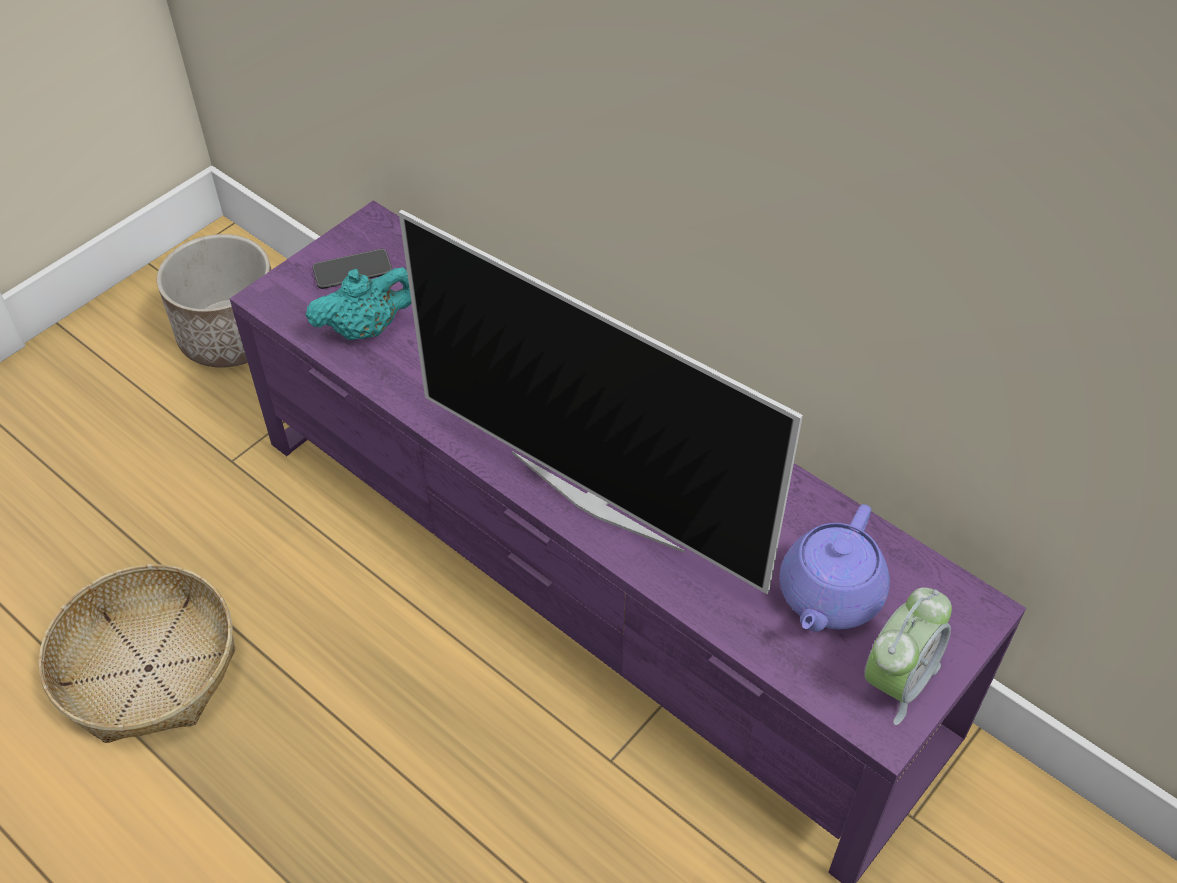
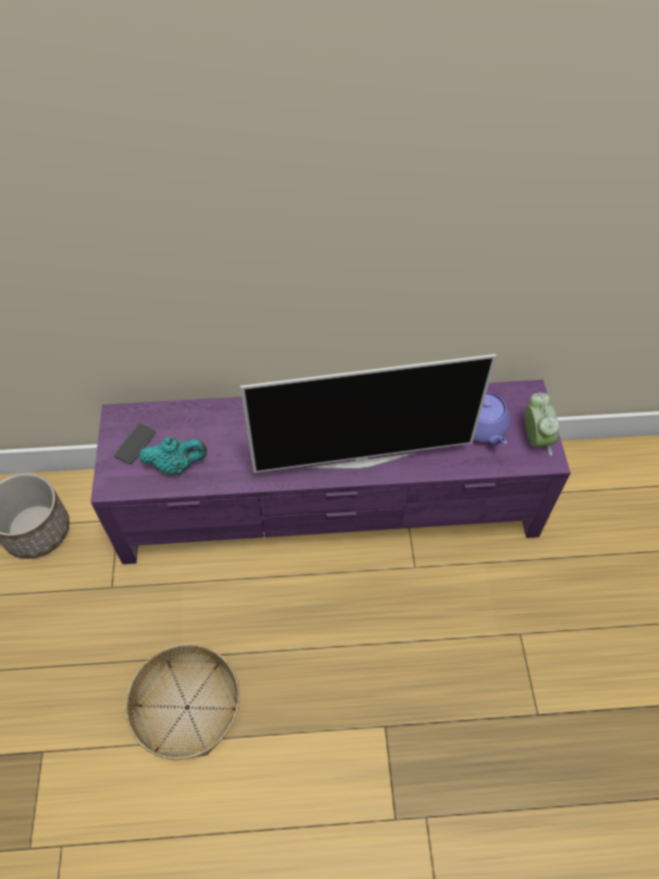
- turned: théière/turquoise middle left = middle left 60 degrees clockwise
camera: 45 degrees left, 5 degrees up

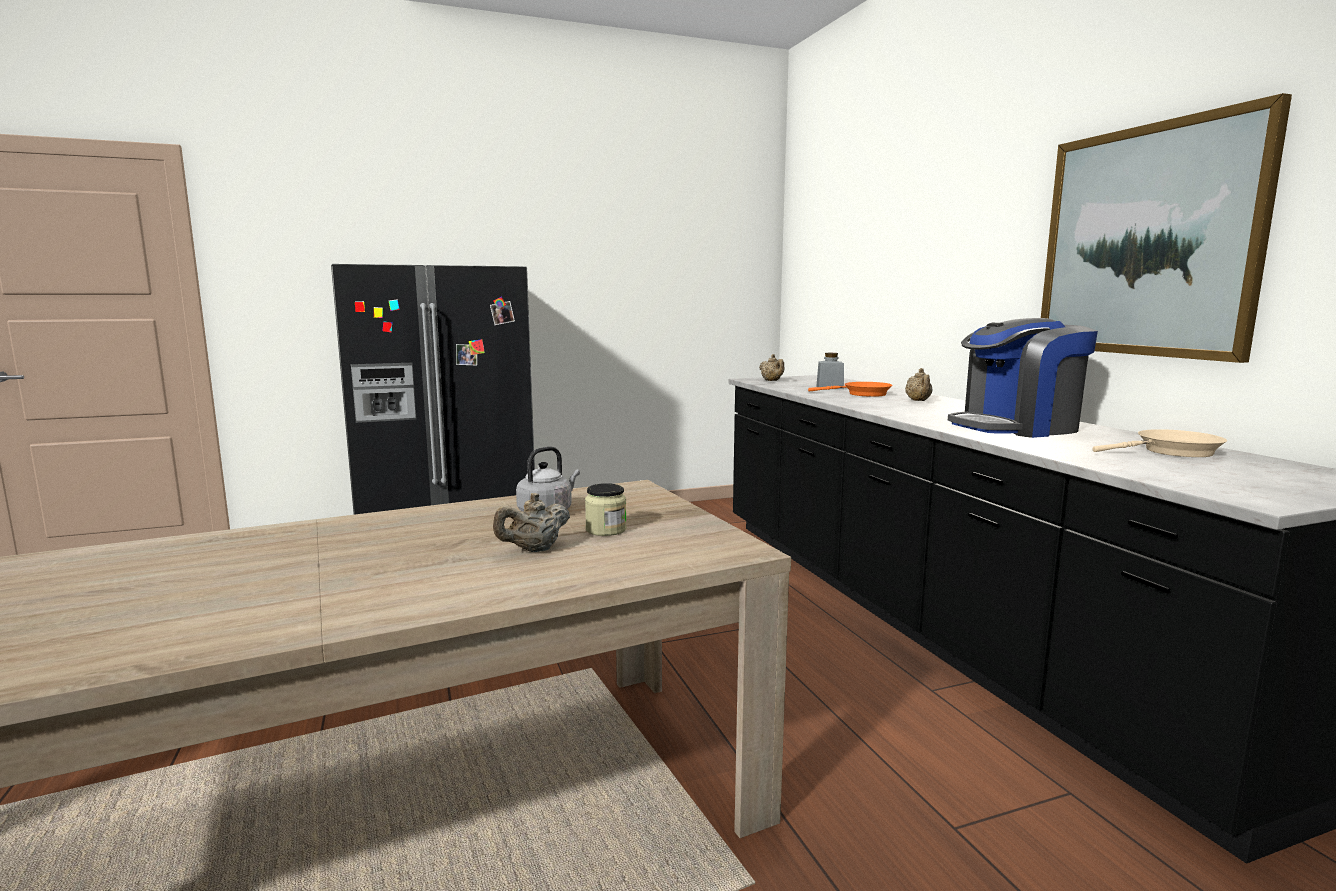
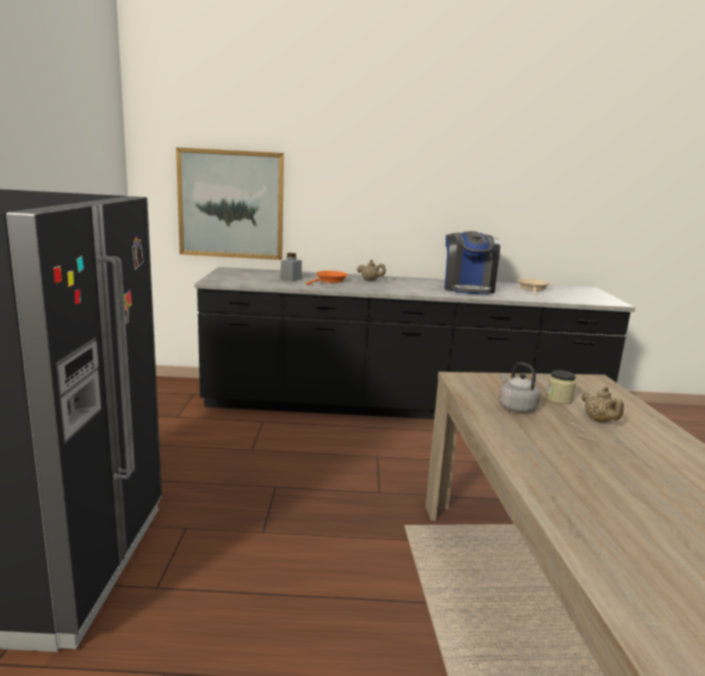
- removed: théière/beige (2nd from left) centre
- moved: tableau top right to top left
camera: 70 degrees left, 5 degrees up

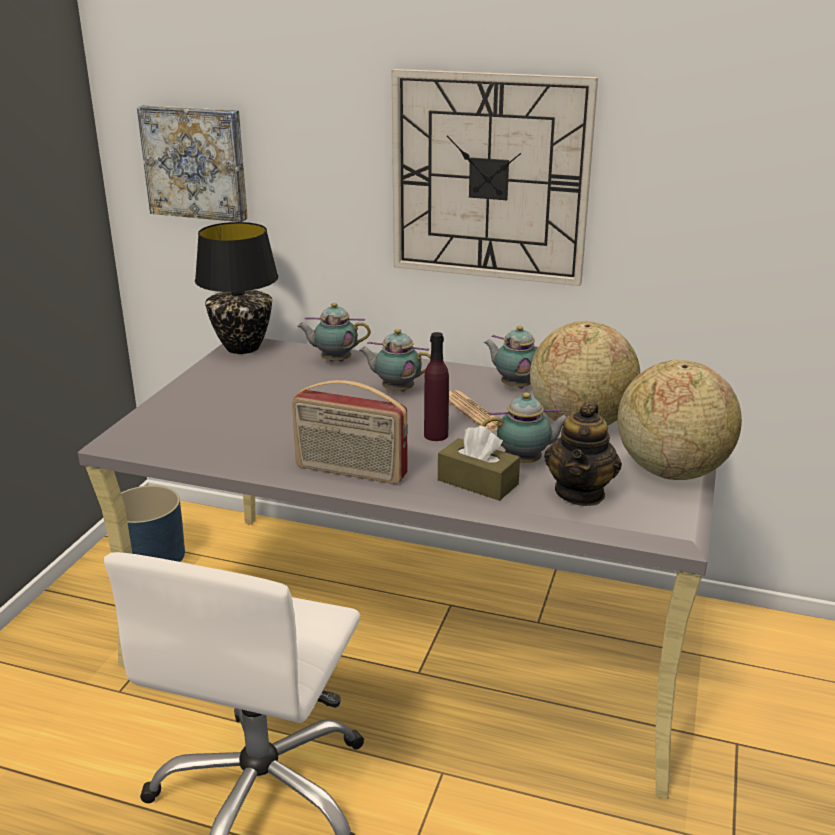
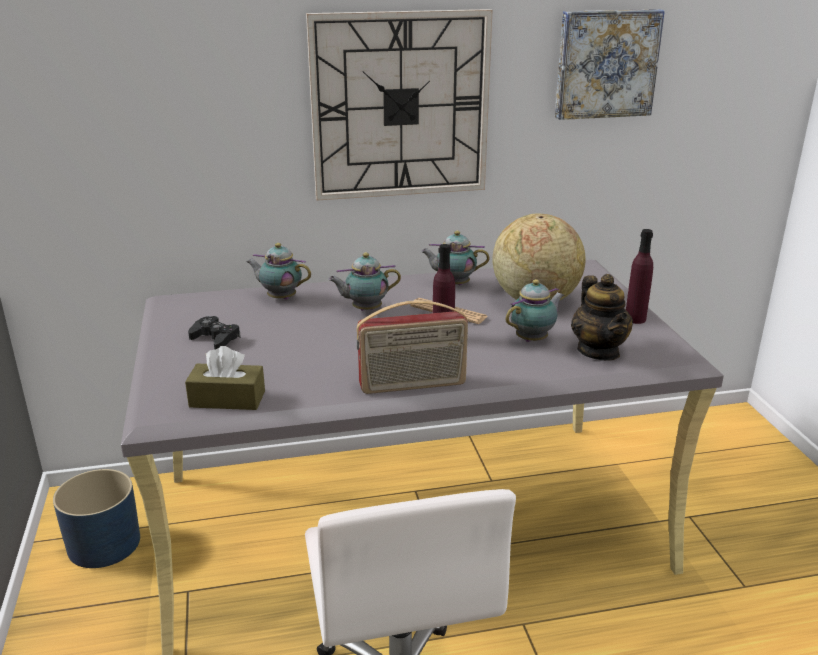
- moved: tableau top left to top right
- removed: lampe de table/noir middle left
- turned: théière (1st from left) centre = centre 45 degrees clockwise
- moved: boîte à mouchoirs/marron centre to middle left
- replaced: globe (2nd from left) middle right to bouteille/violet (2nd from left) middle right
- added: manette/noir middle left
camera: 30 degrees left, 0 degrees up

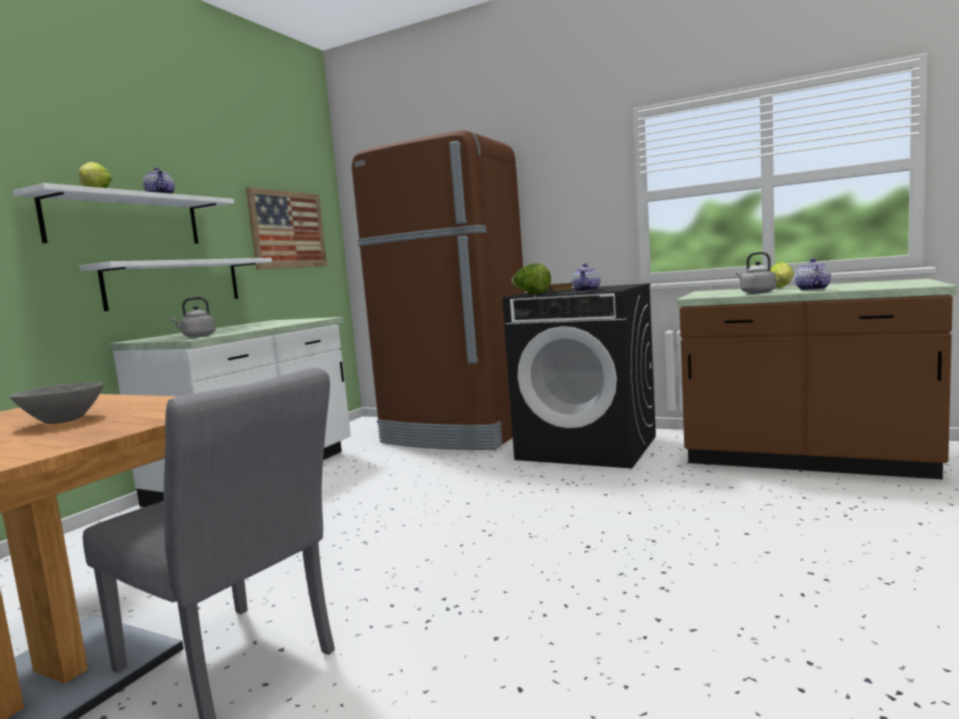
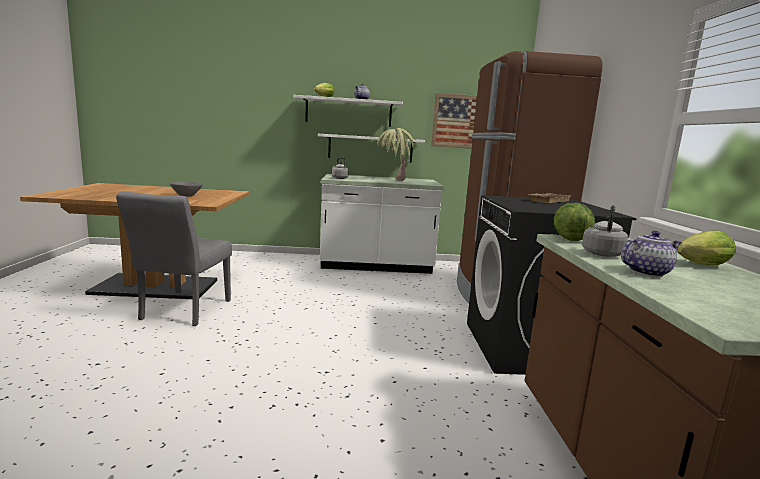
- moved: laitue (2nd from left) centre to middle right
- removed: théière (2nd from left) centre
- added: plante en pot top centre
camera: 60 degrees right, 5 degrees up

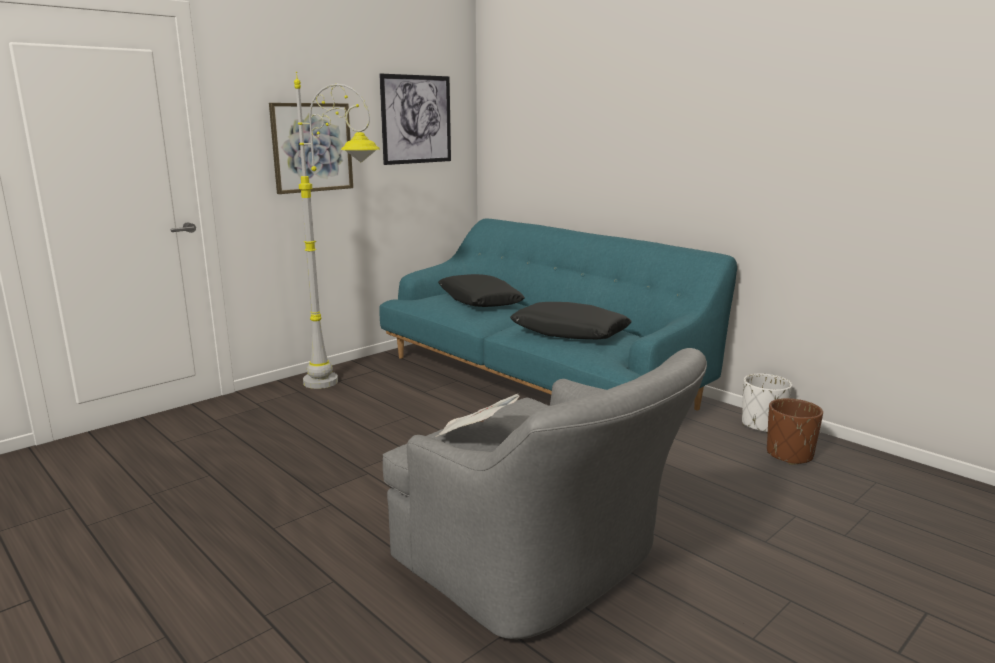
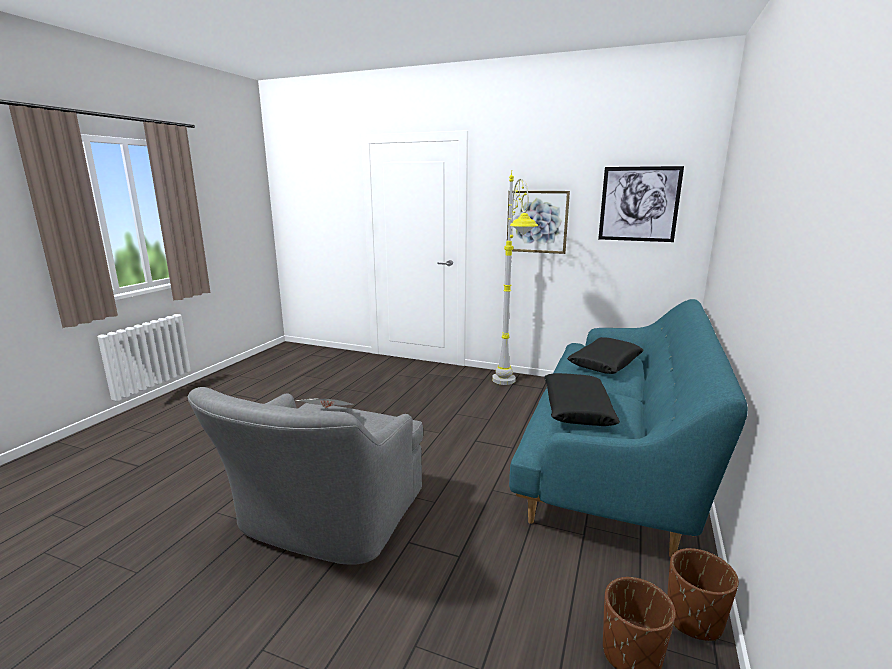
- recoloured: cache-pot/blanc middle right to cache-pot/marron (2nd from left) bottom right
camera: 65 degrees right, 0 degrees up

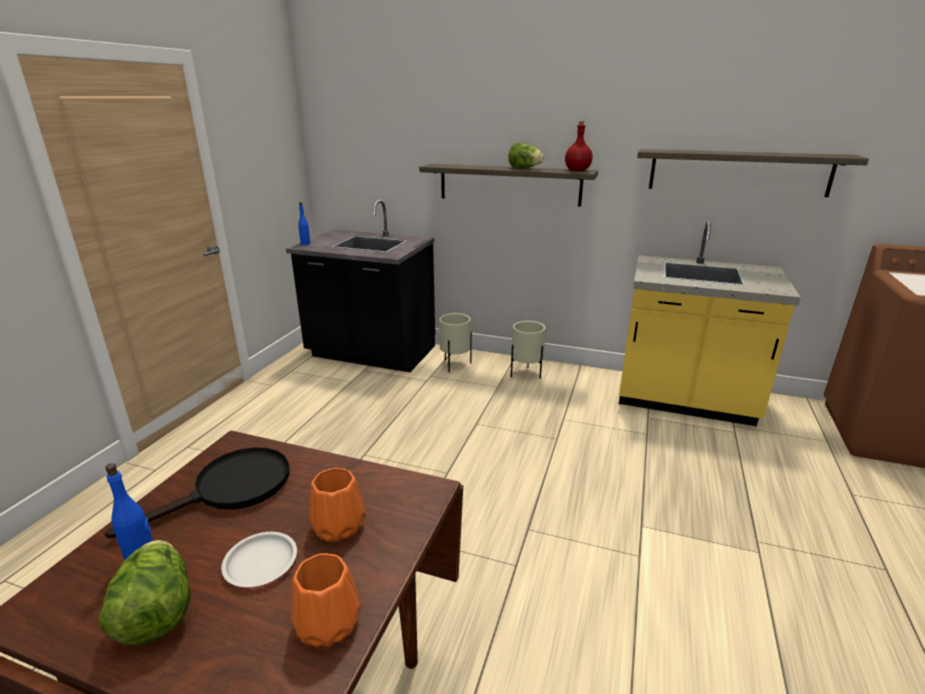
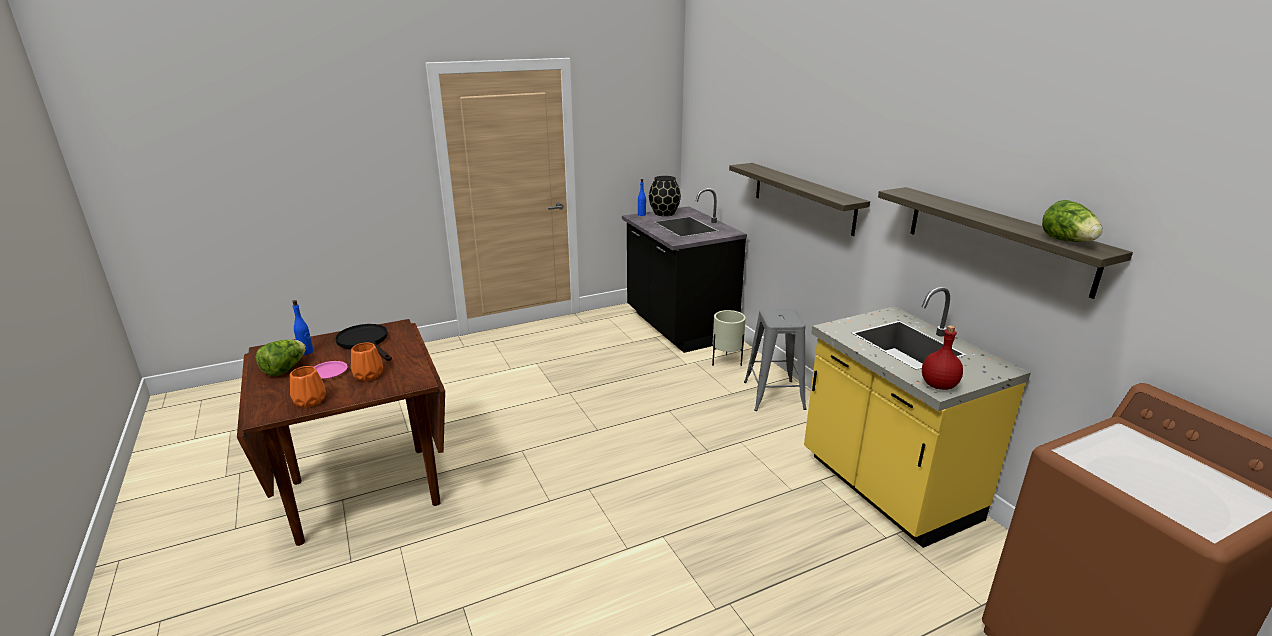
- turned: poêle/noir bottom left = middle left 135 degrees counterclockwise
- recoloured: assiette/blanc bottom left to assiette/rose middle left
- moved: laitue (2nd from left) top centre to middle right
- replaced: cache-pot/beige (2nd from left) centre to tabouret/gris centre
- moved: bouteille/rouge top centre to middle right
- added: vase/noir top centre
camera: 45 degrees right, 0 degrees up

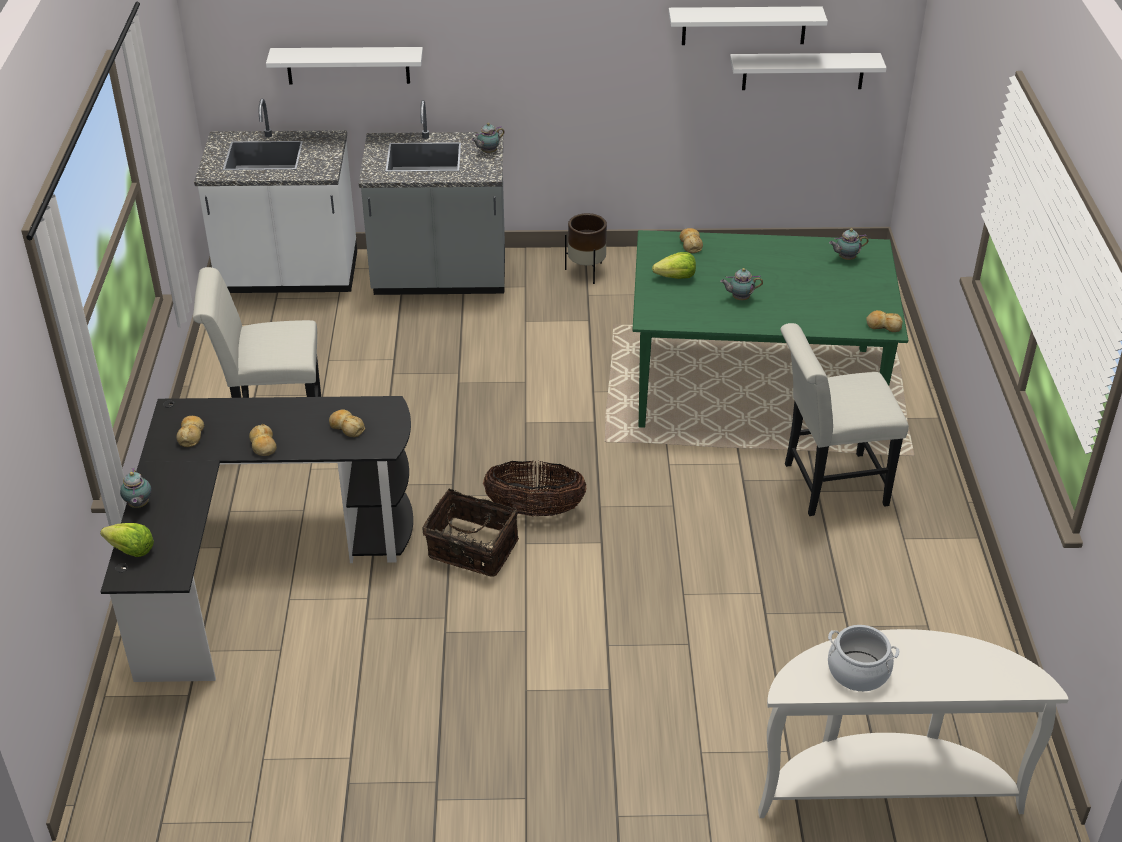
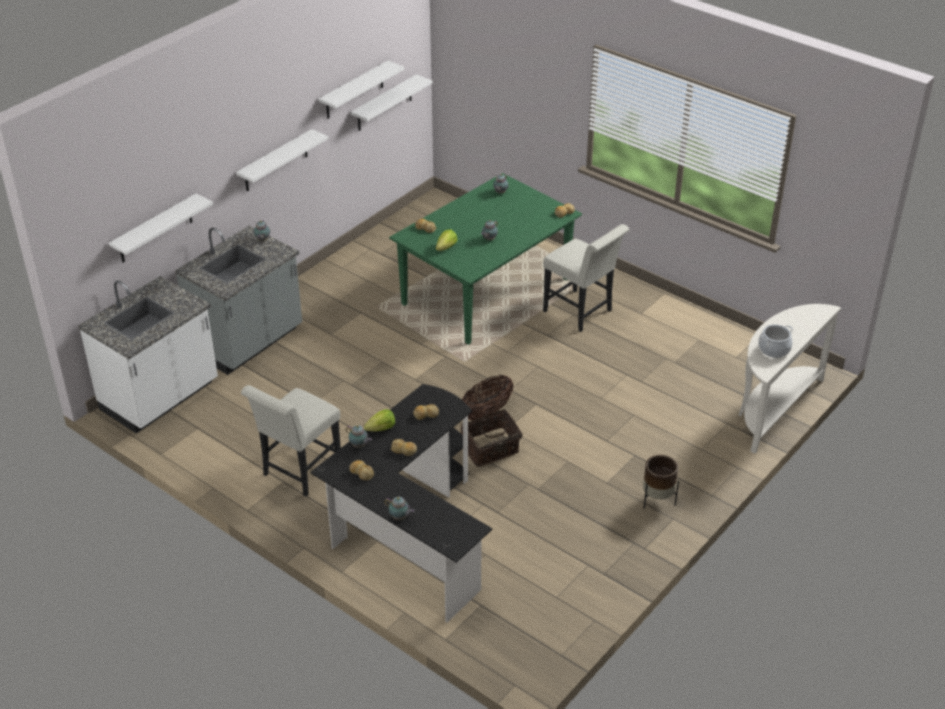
- moved: laitue (1st from left) middle left to centre
- moved: cache-pot/marron top centre to bottom right
- turned: chaise/blanc (2nd from left) middle right = centre 75 degrees counterclockwise
- added: étagère/blanc (2nd from left) top left
- added: théière (2nd from left) centre
camera: 50 degrees left, 0 degrees up

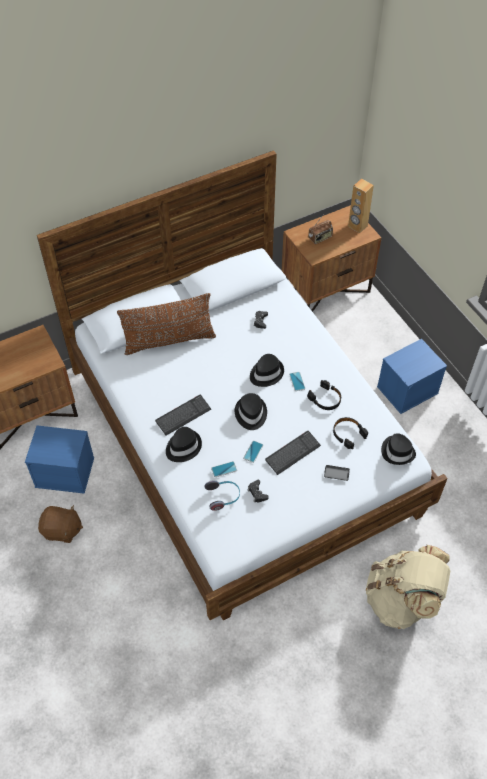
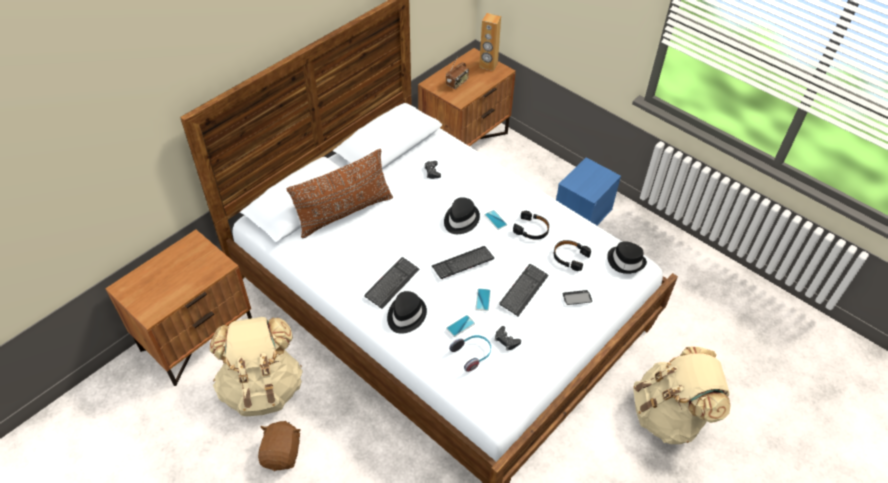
- replaced: boîte de rangement/bleu (1st from left) middle left to sac à dos/beige (1st from left) bottom left
- turned: peluche/marron bottom left = bottom left 75 degrees counterclockwise
- replaced: chapeau/noir (2nd from left) centre to clavier (2nd from left) centre
camera: 20 degrees left, 5 degrees down

